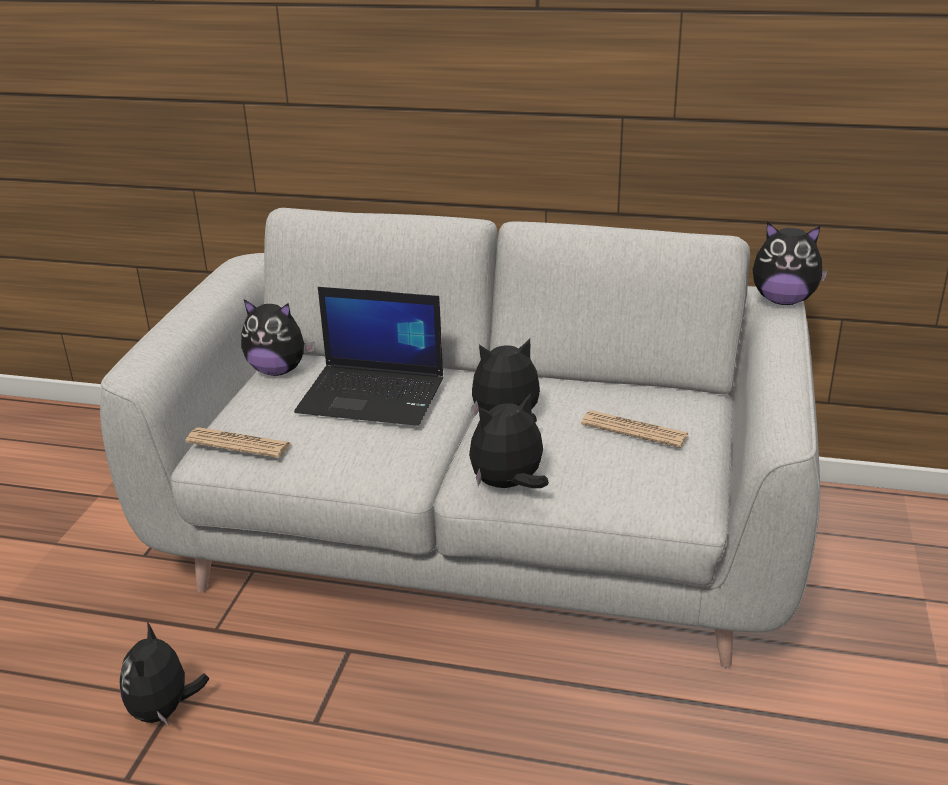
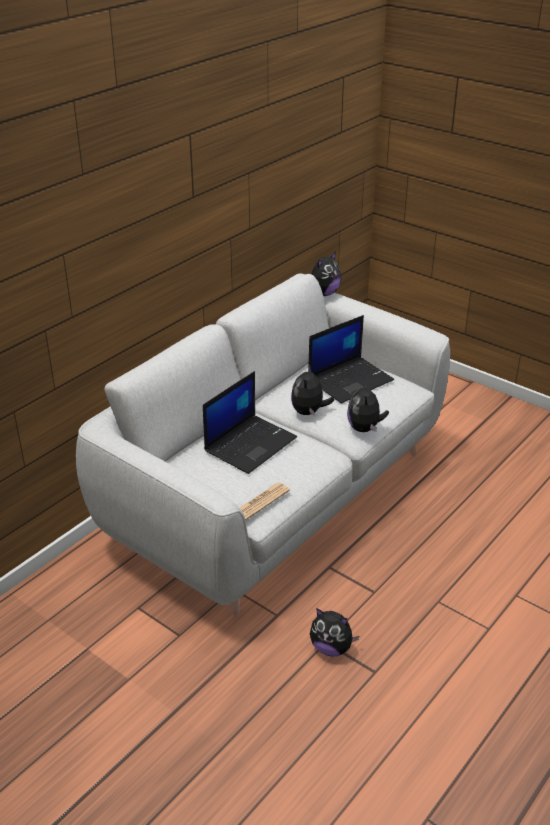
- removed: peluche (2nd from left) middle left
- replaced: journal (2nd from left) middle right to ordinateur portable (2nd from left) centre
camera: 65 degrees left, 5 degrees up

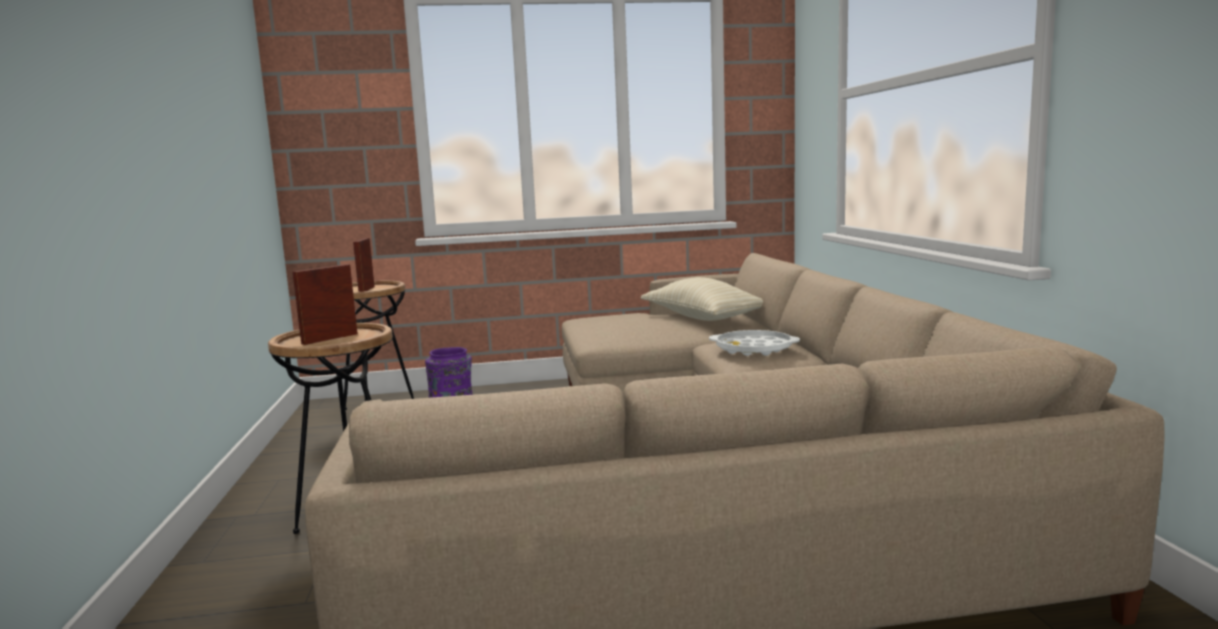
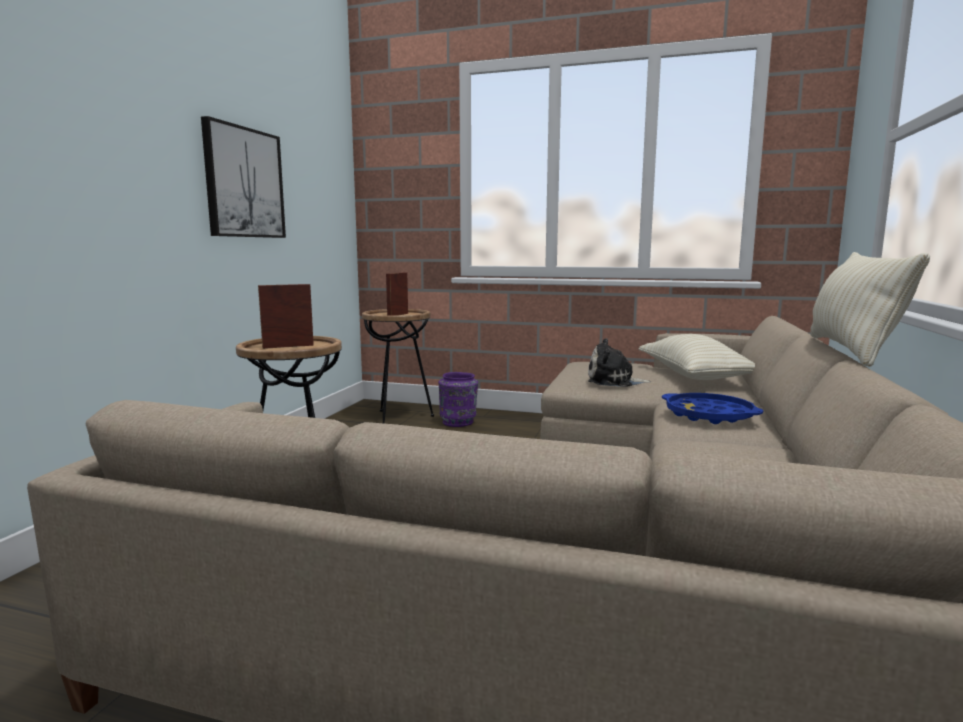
- recoloured: plateau/blanc centre to plateau/bleu middle right
- added: tableau top left
- added: peluche centre
- added: coussin/beige (2nd from left) middle right
camera: 25 degrees right, 0 degrees up

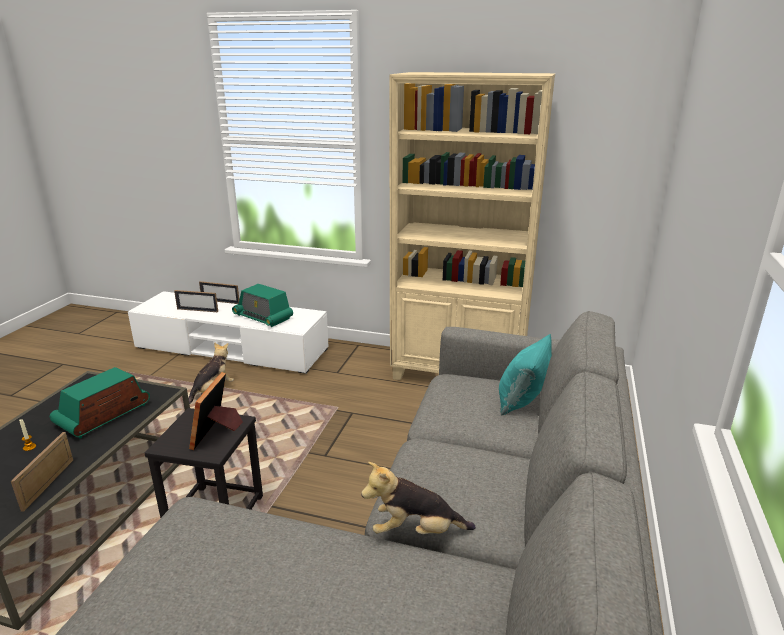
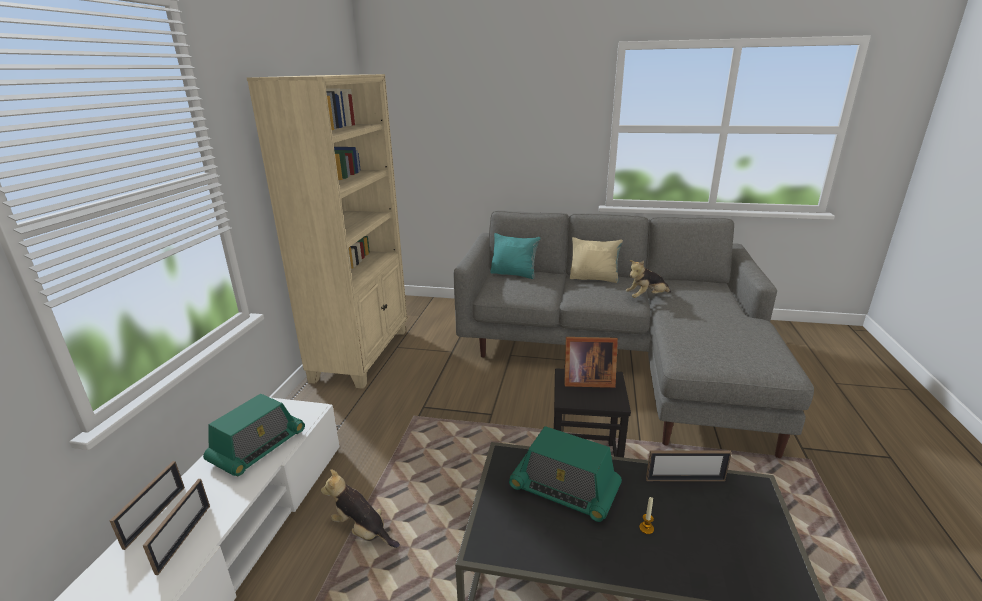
- turned: peluche (2nd from left) bottom centre = centre 75 degrees clockwise
- added: coussin/beige centre
camera: 95 degrees left, 0 degrees up

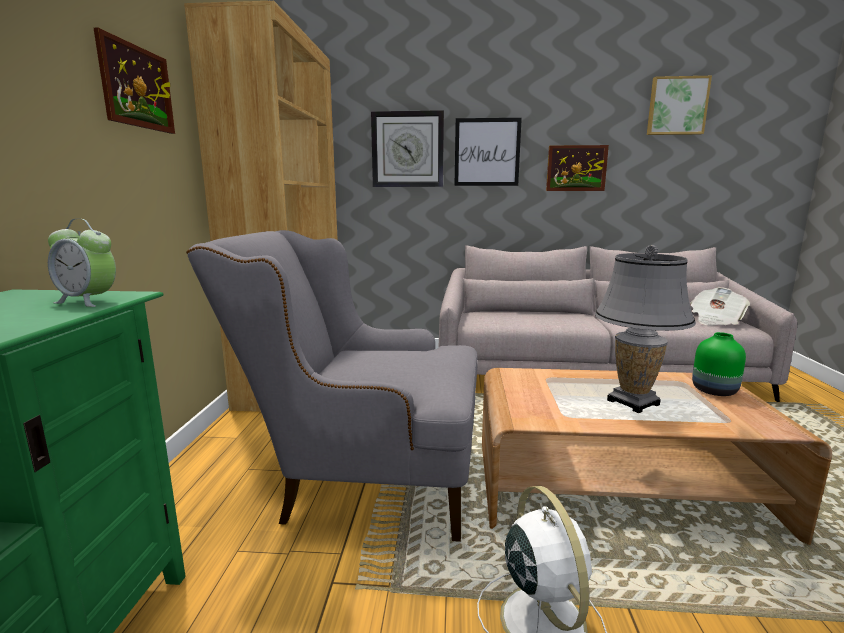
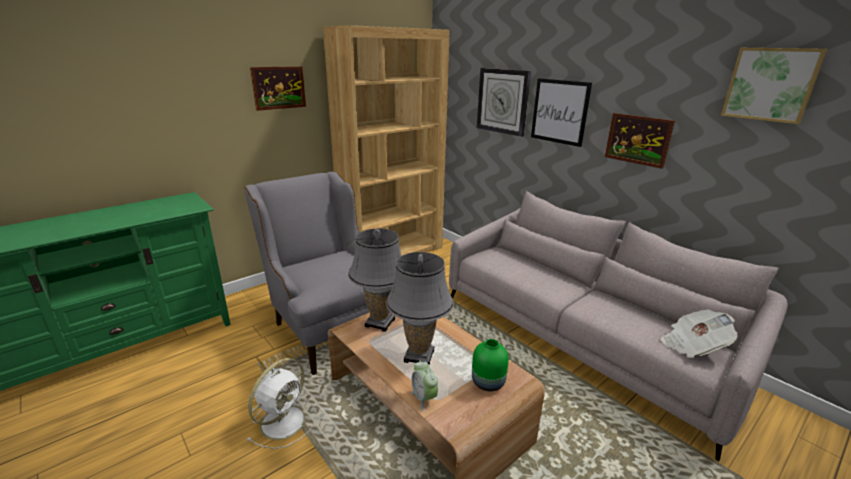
- moved: réveil middle left to bottom centre
- added: lampe de table/gris (1st from left) centre
camera: 45 degrees right, 10 degrees up

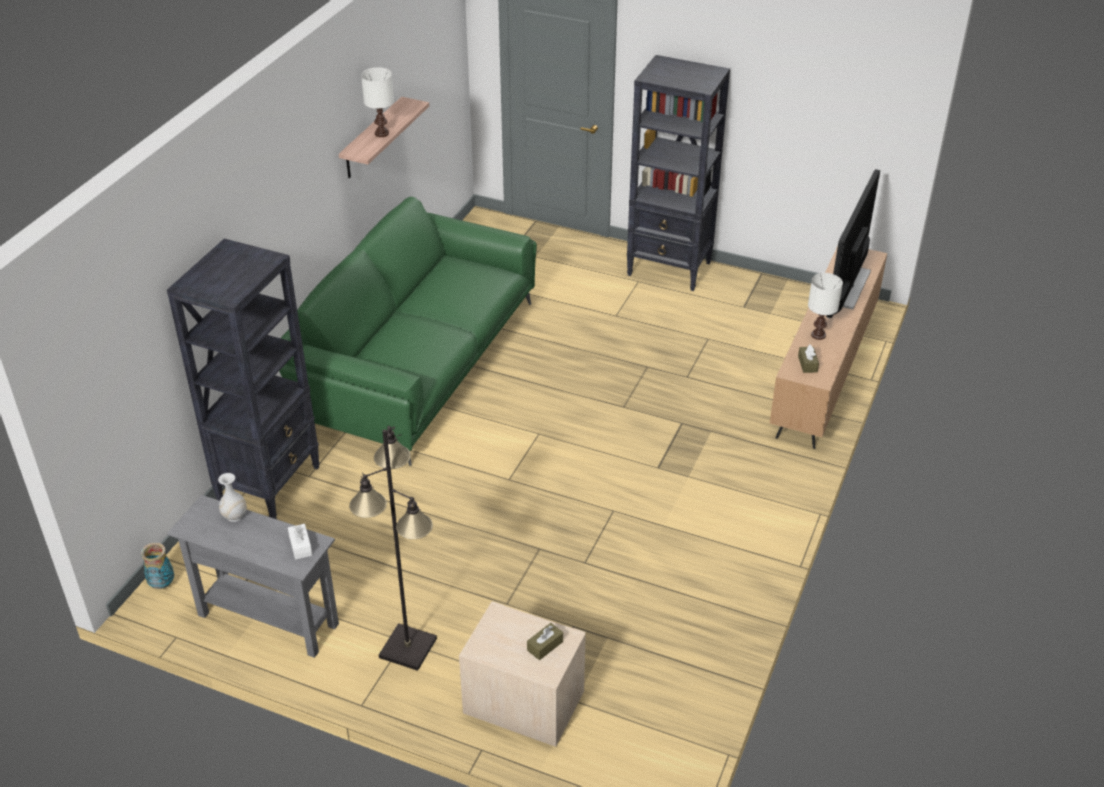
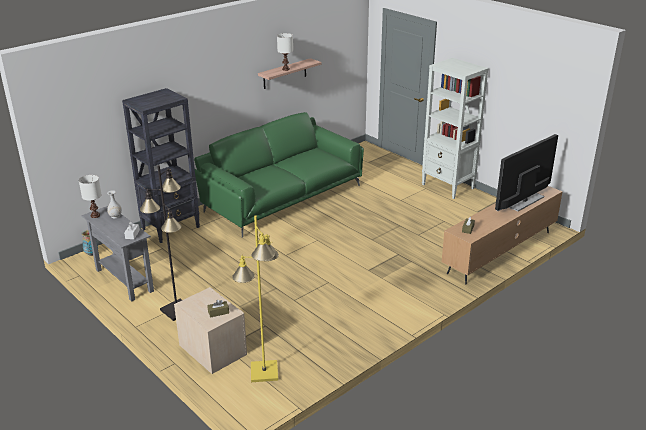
- recoloured: bibliothèque/noir (2nd from left) top centre to bibliothèque/blanc top right
- moved: lampe de table/blanc (2nd from left in the first image) middle right to lampe de table/blanc (1st from left) middle left
- added: lampadaire/jaune bottom centre
camera: 25 degrees right, 10 degrees down

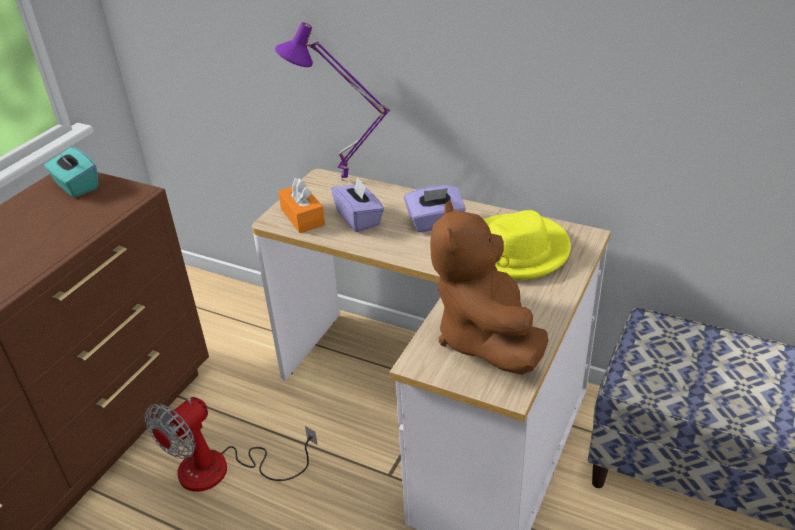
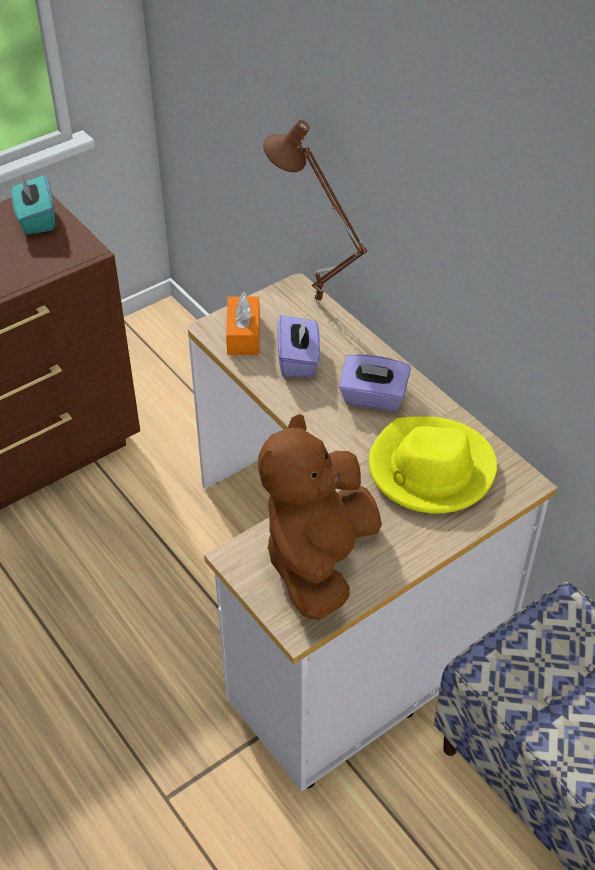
- removed: ventilateur bottom left
- recoloured: lampe de table/violet top centre to lampe de table/marron top centre
camera: 25 degrees right, 10 degrees up

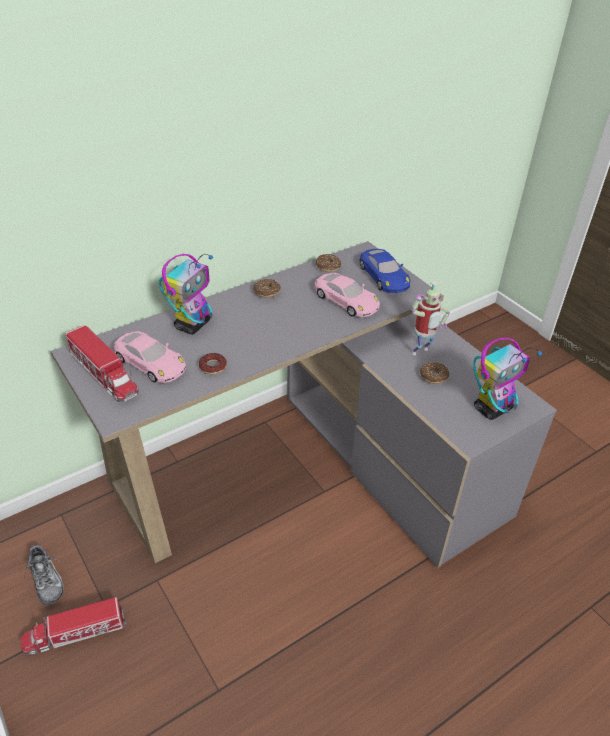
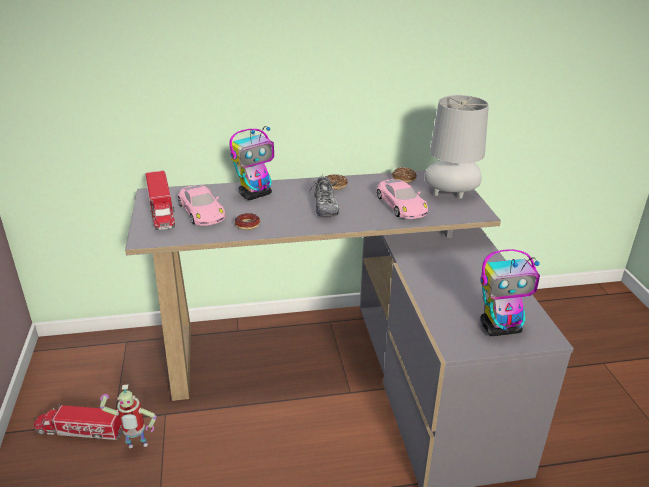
- moved: chaussure bottom left to centre
- replaced: petite voiture/bleu centre to lampe de table/gris top right
- moved: robot jouet (2nd from left in the first image) middle right to robot jouet (1st from left) bottom left
- removed: beignet (4th from left) middle right
camera: 25 degrees right, 10 degrees down

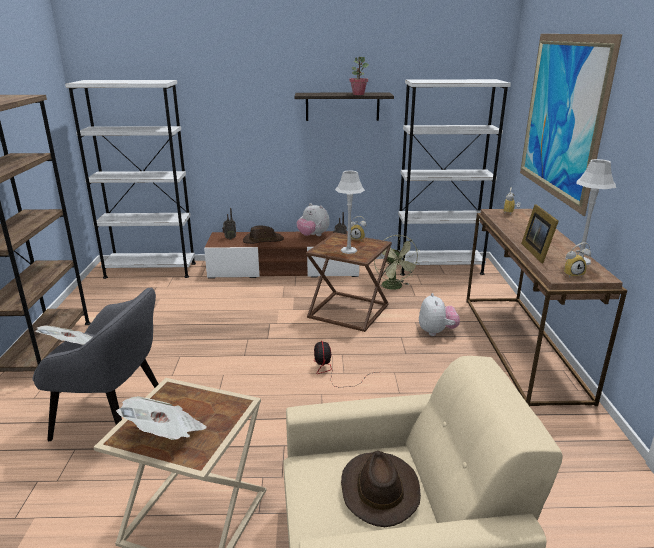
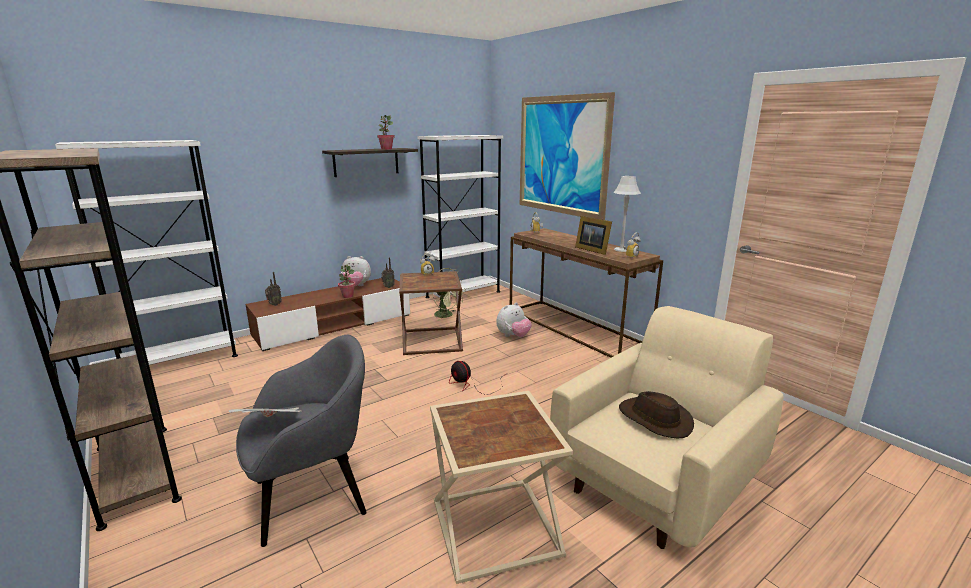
- removed: journal (2nd from left) bottom left
- removed: chapeau/marron (1st from left) centre
- removed: lampe de table/gris (1st from left) centre
- turned: peluche (2nd from left) middle right = centre 90 degrees clockwise
- added: plante en pot (1st from left) centre
camera: 35 degrees left, 5 degrees down

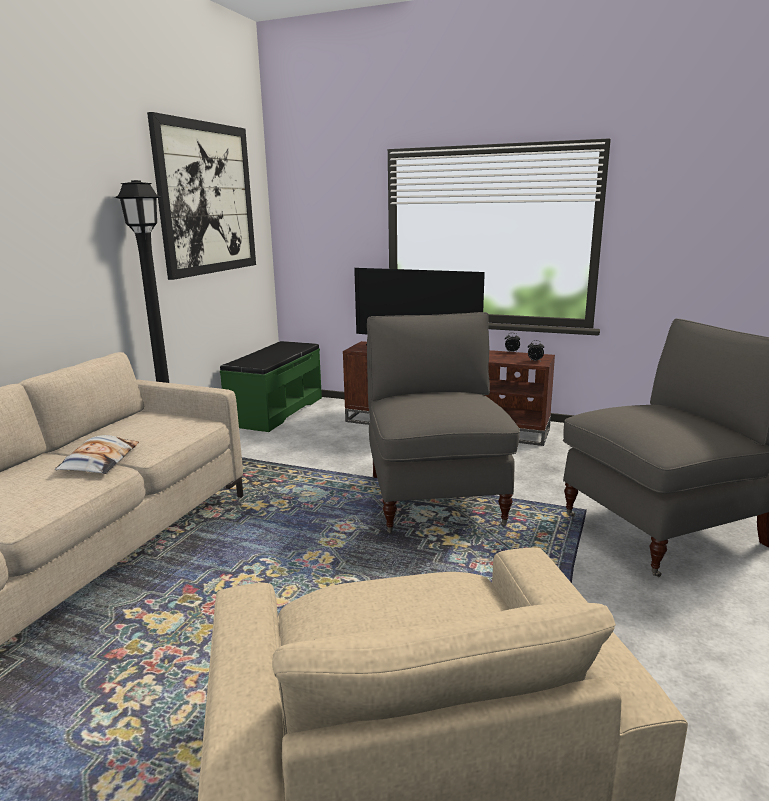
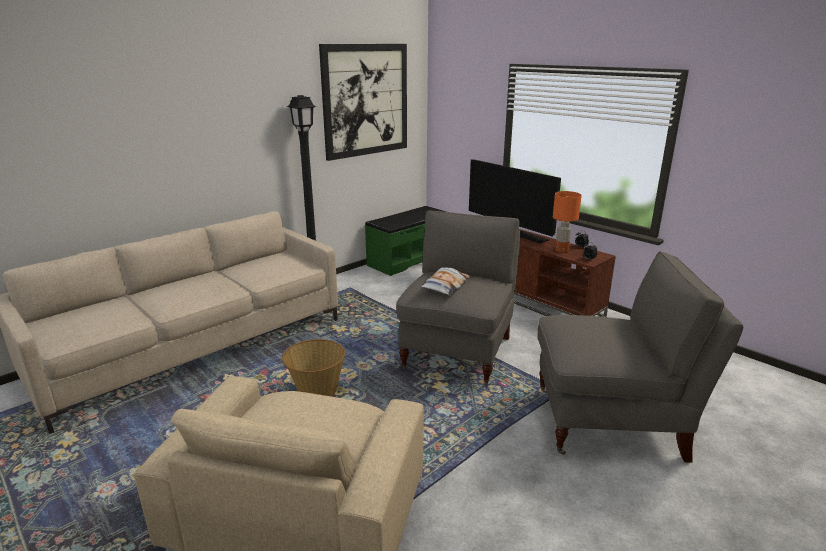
- moved: coussin middle left to centre
- added: panier bottom centre
- added: lampe de table/orange middle right
camera: 25 degrees right, 5 degrees up

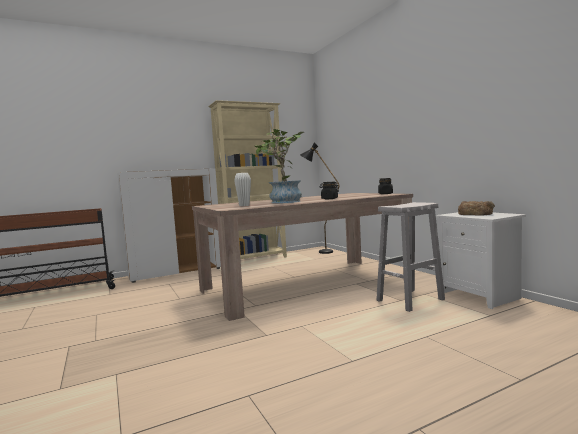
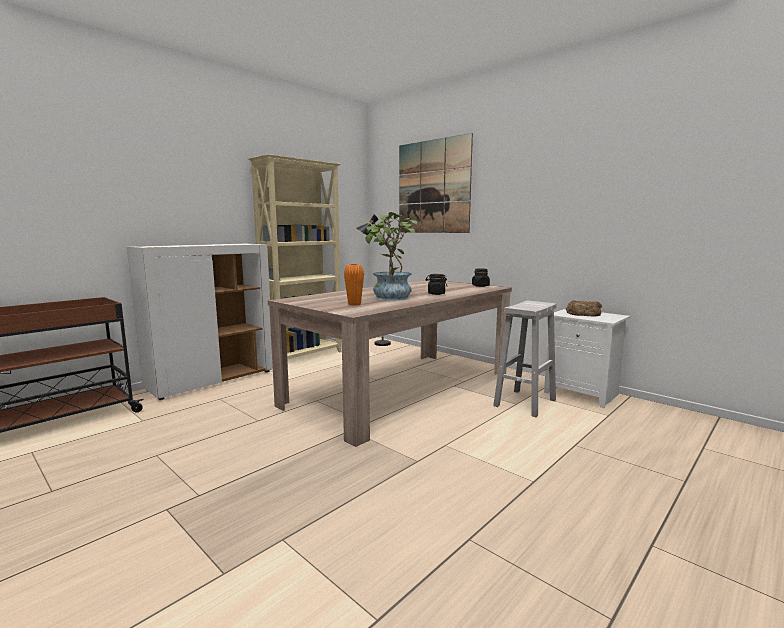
- recoloured: vase/blanc centre to vase/orange centre
- added: tableau top centre
camera: 20 degrees left, 5 degrees up

